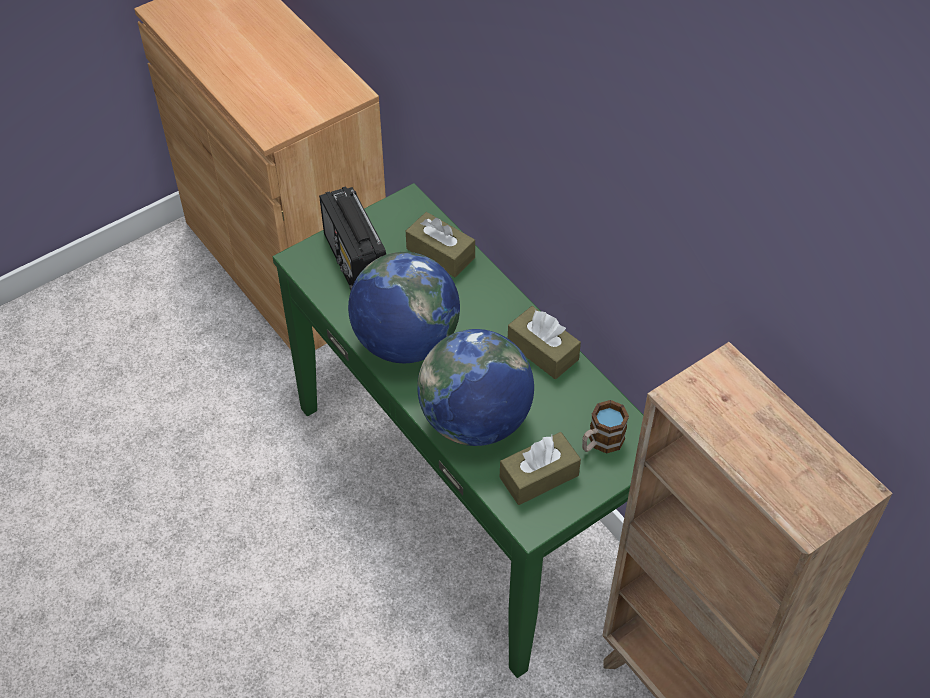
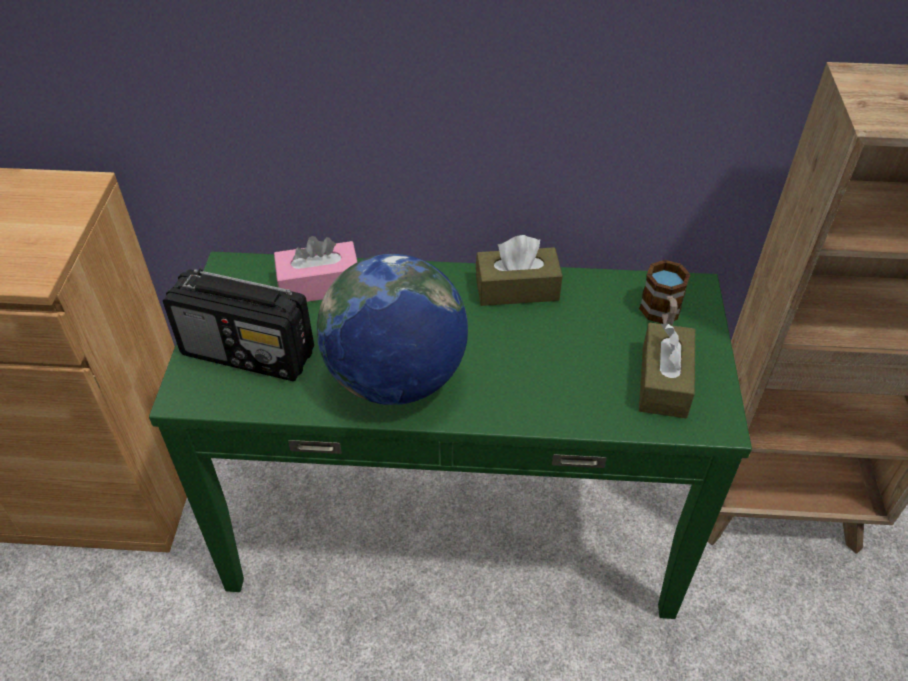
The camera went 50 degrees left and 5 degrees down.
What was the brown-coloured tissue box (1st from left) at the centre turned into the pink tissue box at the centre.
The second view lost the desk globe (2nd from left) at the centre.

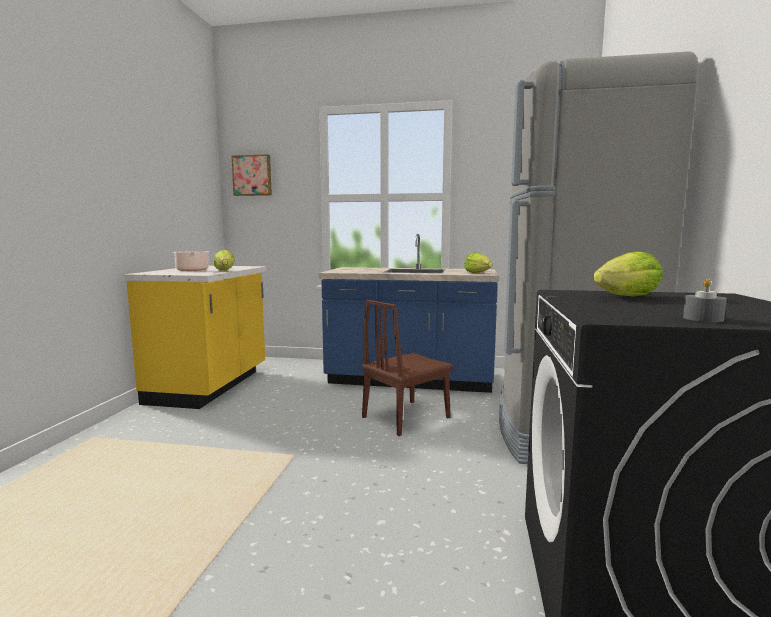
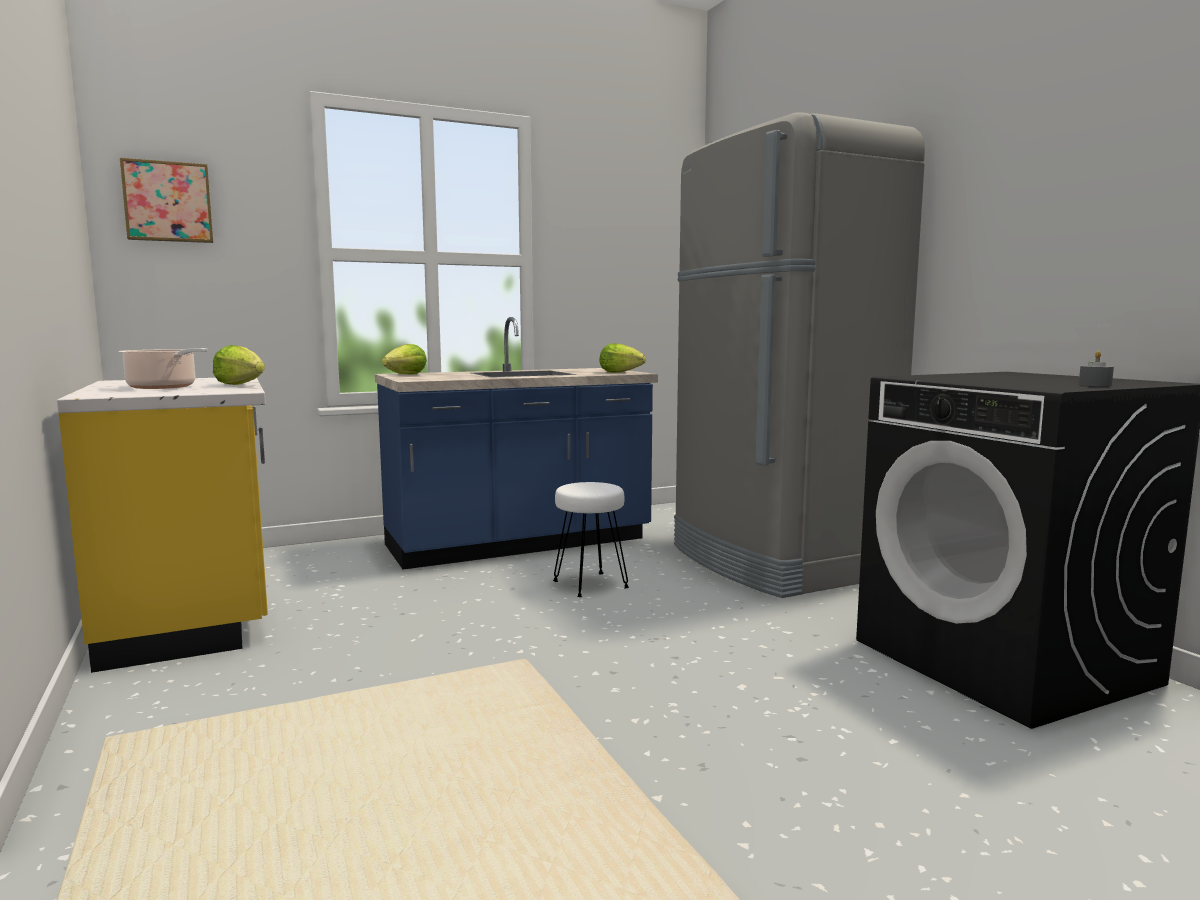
The camera went 35 degrees left and 0 degrees up.
The head of lettuce (3rd from left in the first image) ended up elsewhere, having gone from the middle right to the centre.
Where the brown-coloured plain chair stood at the centre, the whitish stool seat came to stand at the centre.

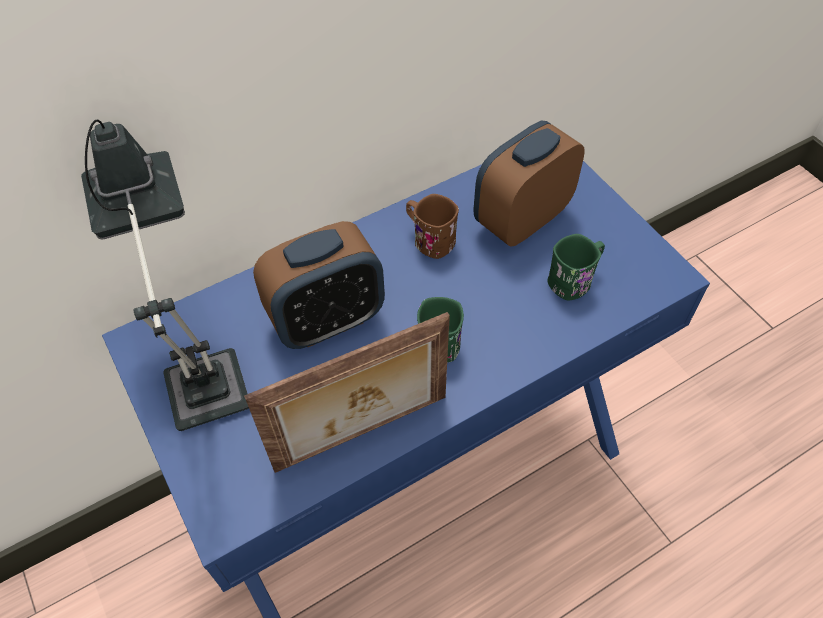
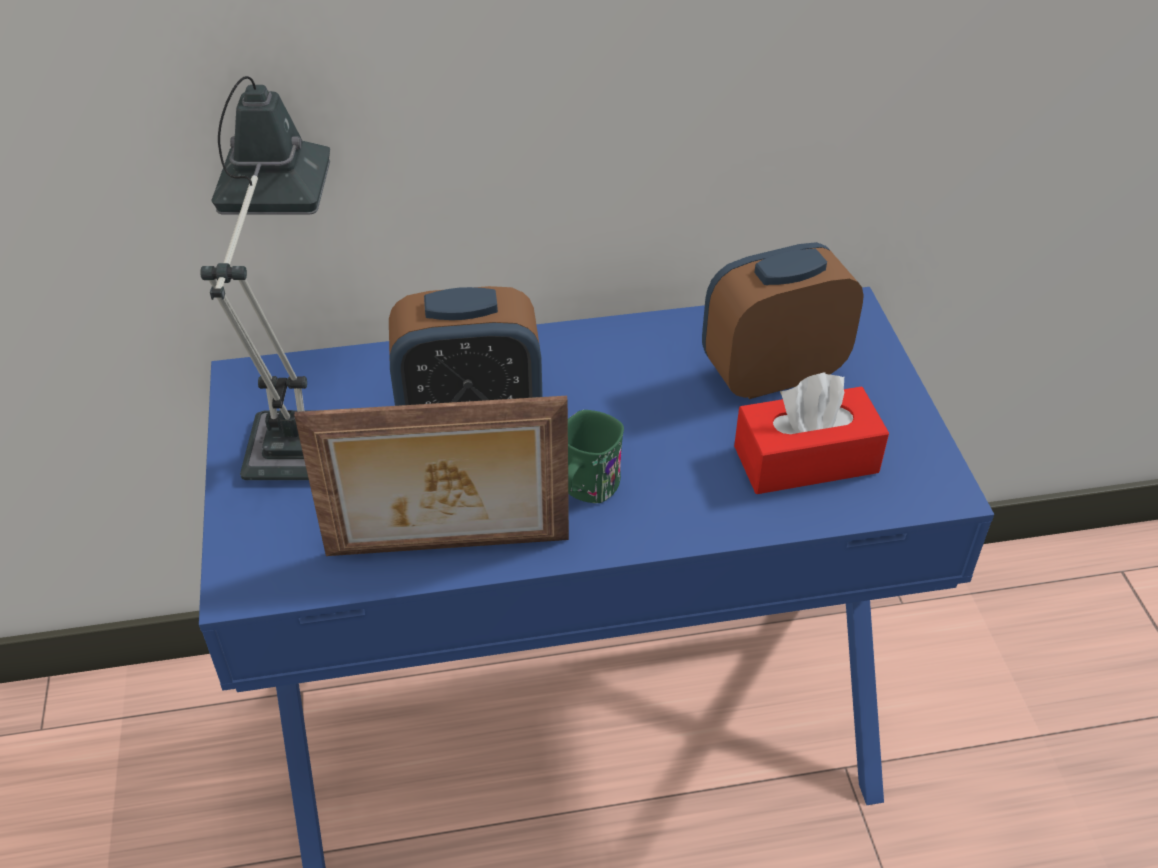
The camera went 20 degrees right and 10 degrees down.
The second view lost the brown-coloured coffee mug at the centre.
Where the green coffee mug (2nd from left) stood at the middle right, the reddish tissue box came to stand at the middle right.

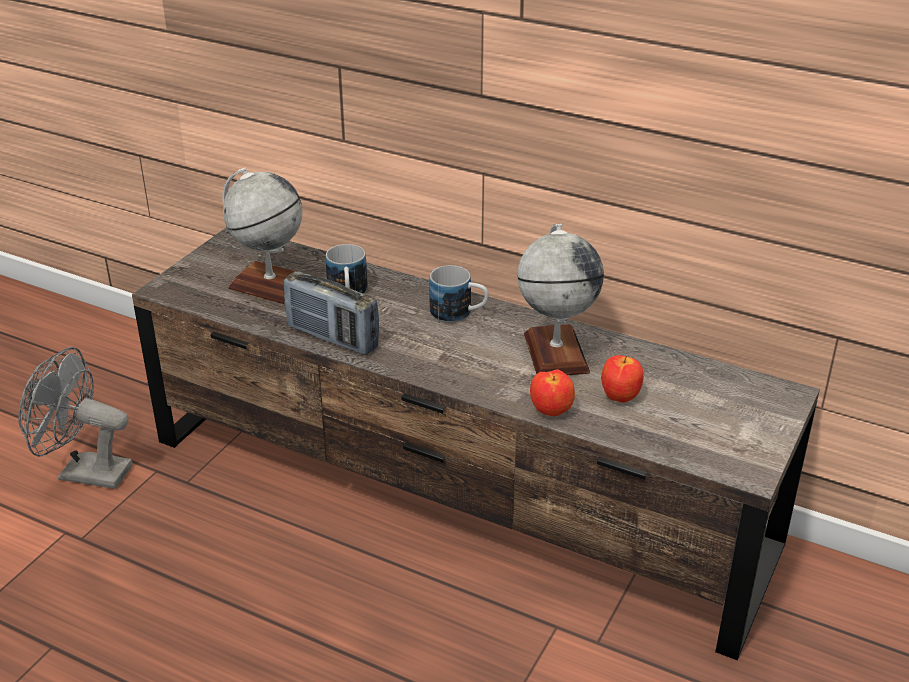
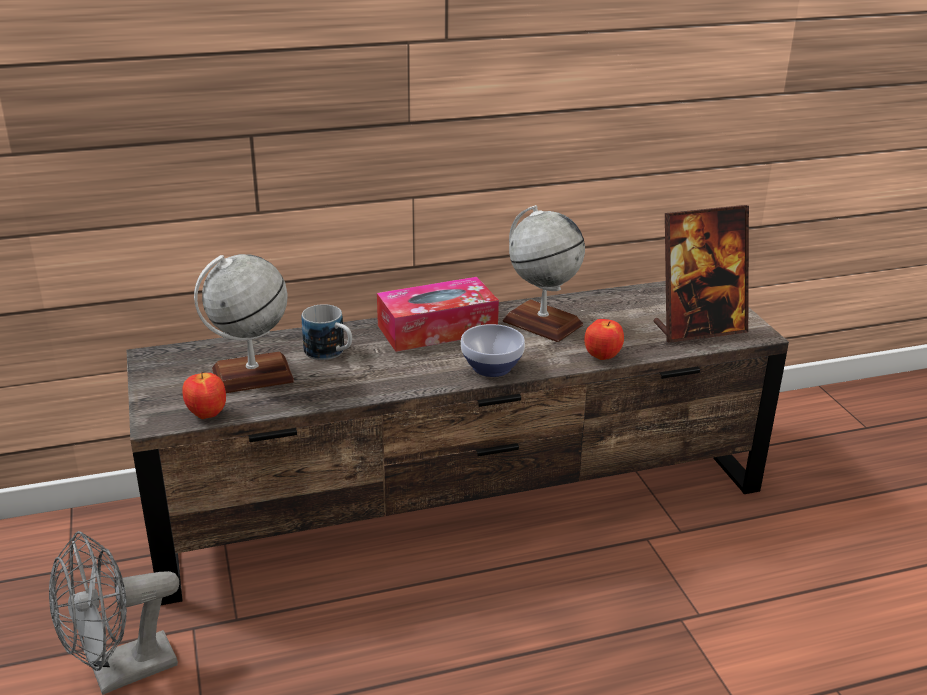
The camera went 45 degrees left and 5 degrees down.
Where the coffee mug (2nd from left) stood at the centre, the tissue box came to stand at the centre.
The second view lost the radio set at the centre.
The whole apple (2nd from left in the first image) ended up elsewhere, having gone from the middle right to the middle left.
The second view gained the photo frame at the middle right.
The second view gained the deep dish at the centre.

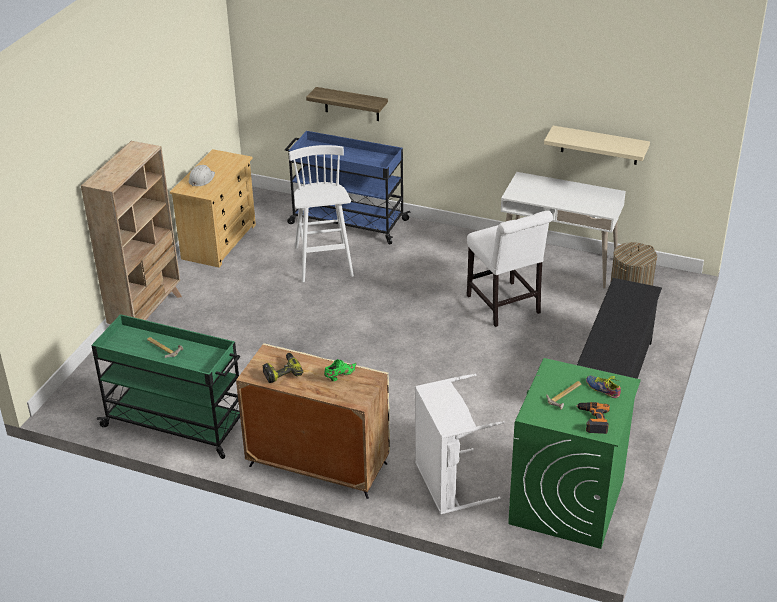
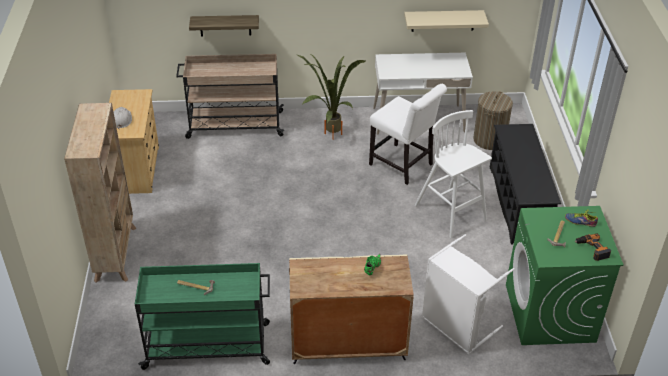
The camera went 25 degrees left and 5 degrees up.
What was the bluish trolley at the top centre turned into the beige trolley at the top centre.
The whitish stool seat ended up elsewhere, having gone from the centre to the middle right.
The second view lost the electric drill (1st from left) at the centre.
The second view gained the potted plant at the top centre.

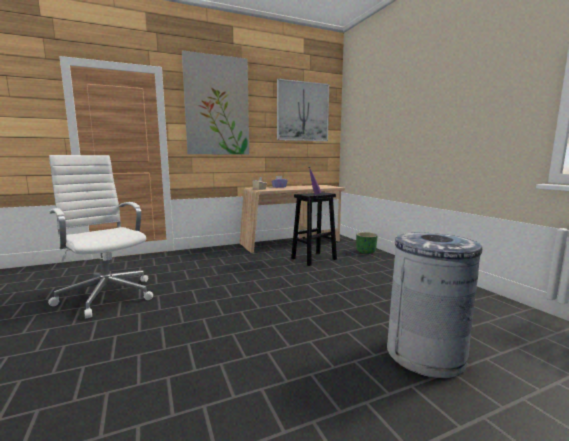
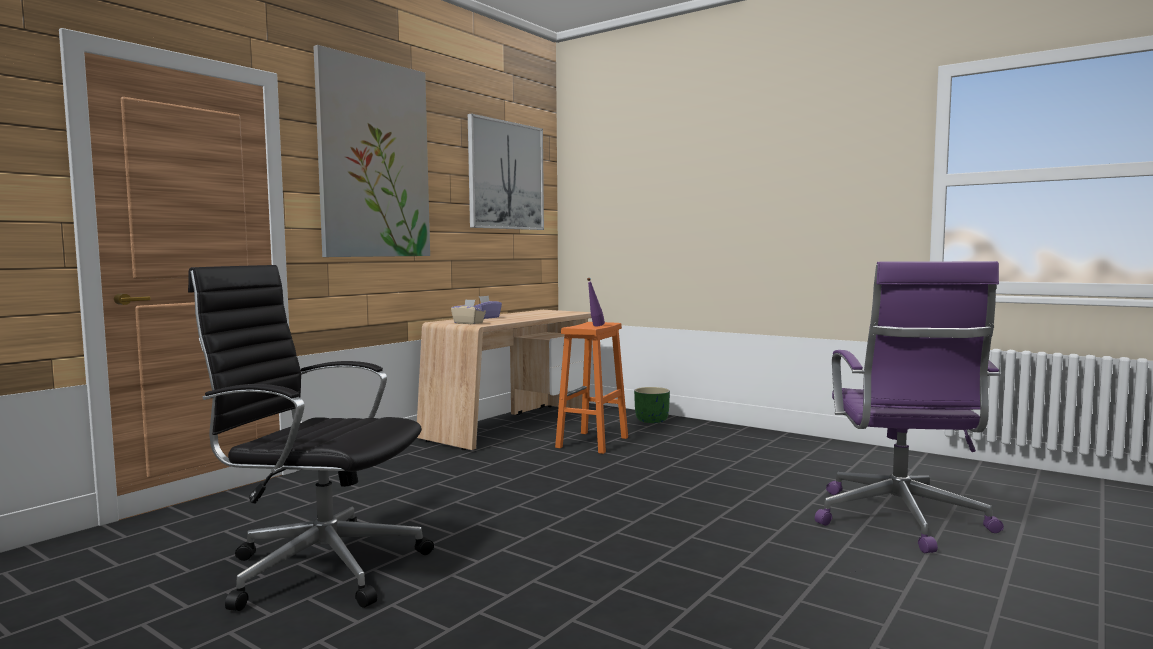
The camera went 30 degrees left and 5 degrees down.
What was the whitish computer chair at the middle left turned into the black-coloured computer chair at the bottom left.
What was the black-coloured stool seat at the centre turned into the orange stool seat at the centre.
Where the gray waste bin stood at the bottom right, the purple-coloured computer chair came to stand at the middle right.

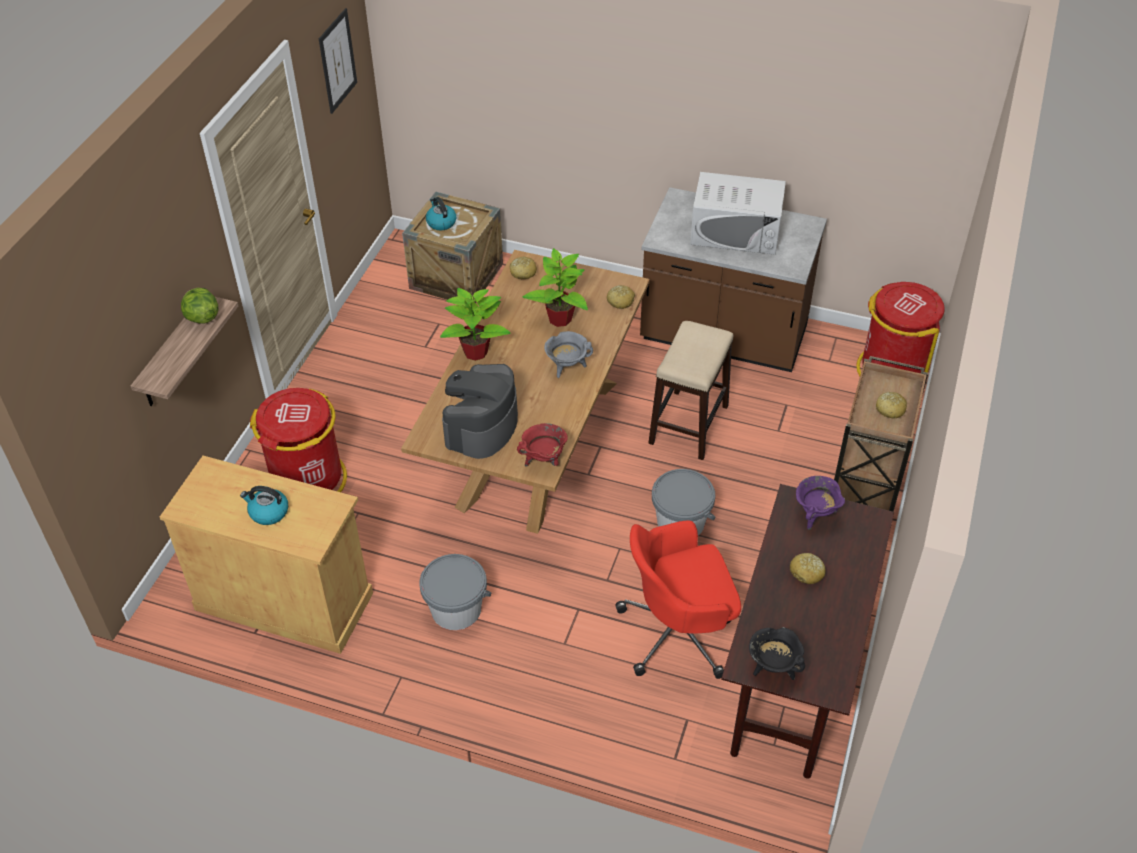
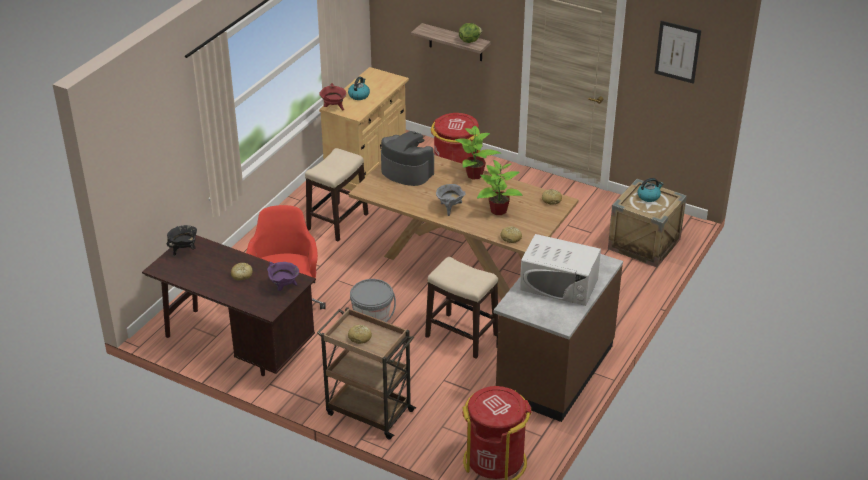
The camera went 100 degrees right and 10 degrees down.
The whitish microwave oven at the top centre ended up facing another way, 90 degrees counterclockwise from before.
The reddish stockpot ended up elsewhere, having gone from the centre to the top centre.
Where the gray bucket (1st from left) stood at the bottom centre, the stool seat (1st from left) came to stand at the centre.

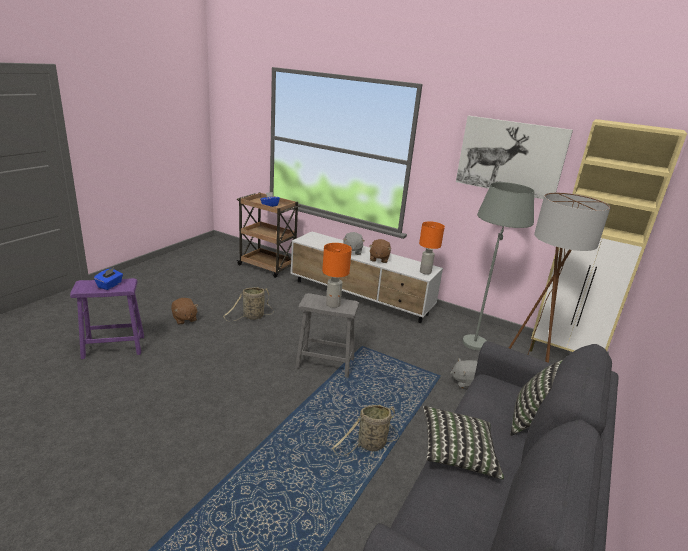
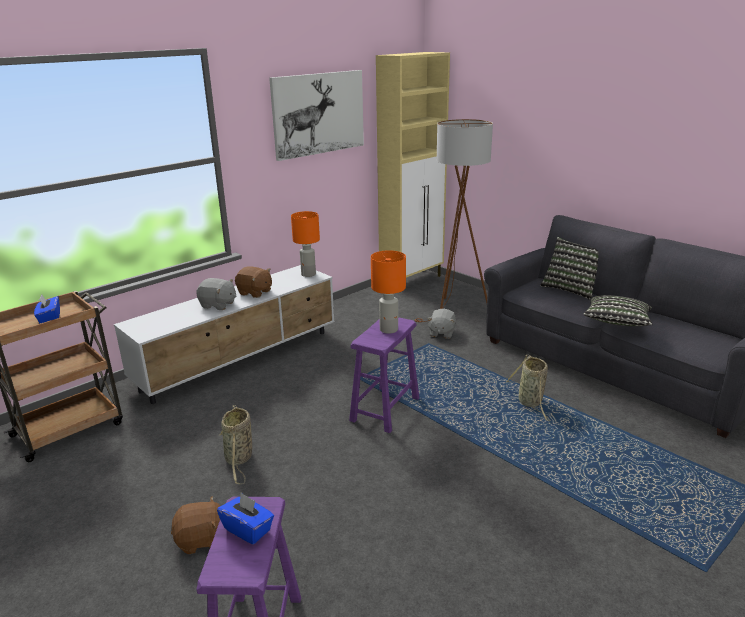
The camera went 70 degrees left and 0 degrees up.
The second view lost the gray standing lamp at the middle right.
What was the gray stool seat at the centre turned into the purple-coloured stool seat (2nd from left) at the centre.

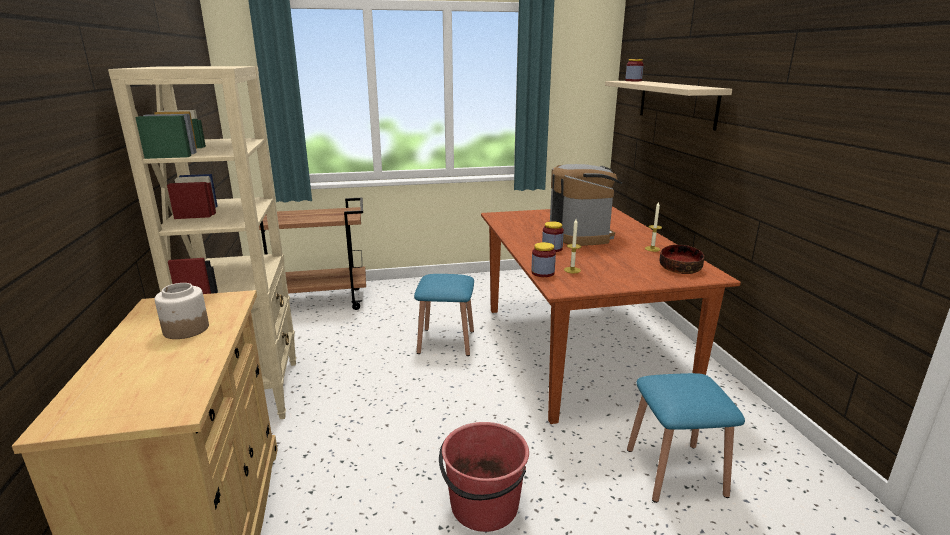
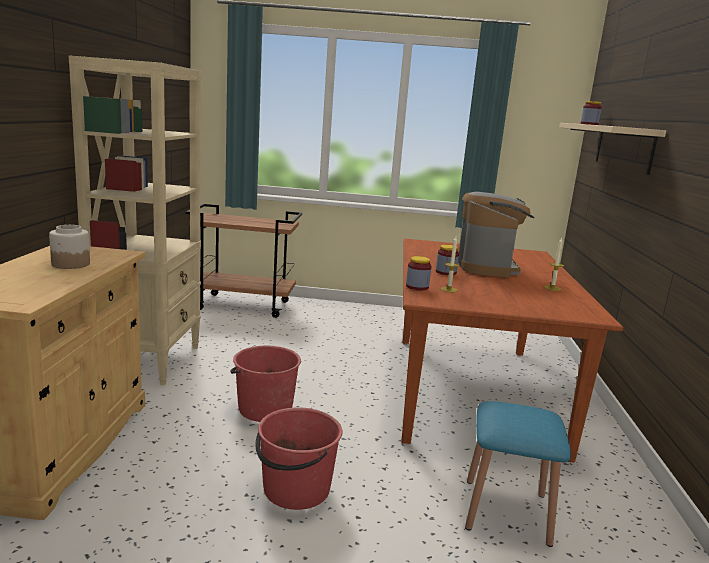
The camera went 15 degrees right and 5 degrees down.
The second view lost the deep dish at the middle right.
The second view lost the bluish stool seat (1st from left) at the centre.
The second view gained the reddish bucket (1st from left) at the bottom centre.

